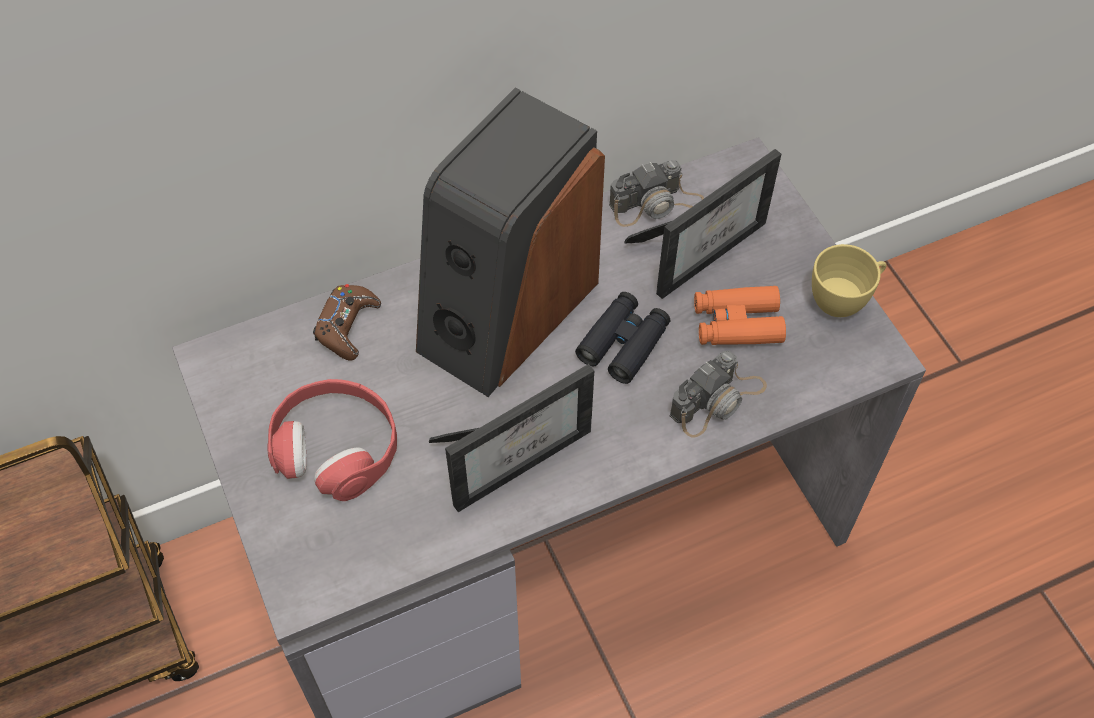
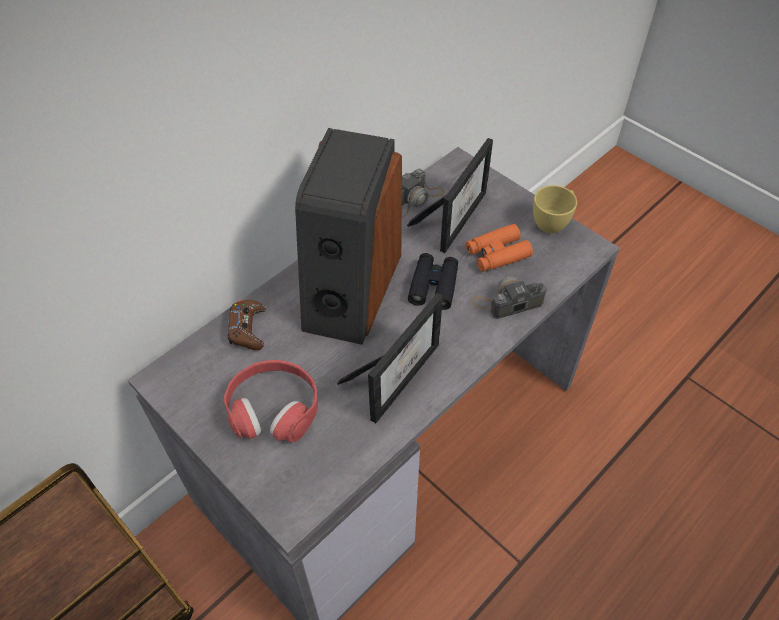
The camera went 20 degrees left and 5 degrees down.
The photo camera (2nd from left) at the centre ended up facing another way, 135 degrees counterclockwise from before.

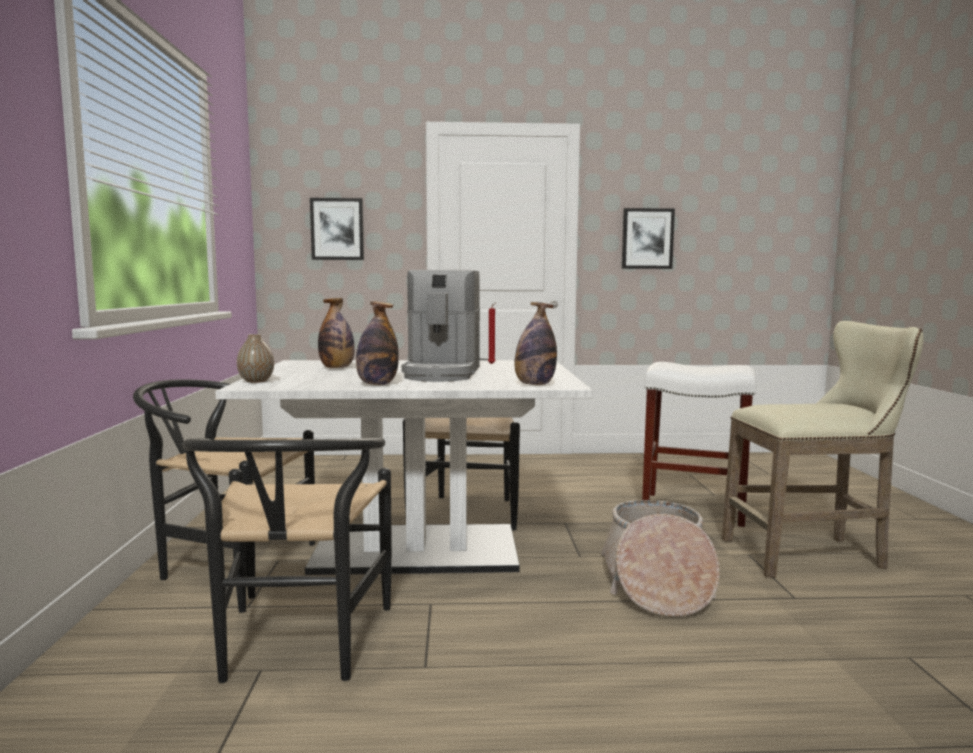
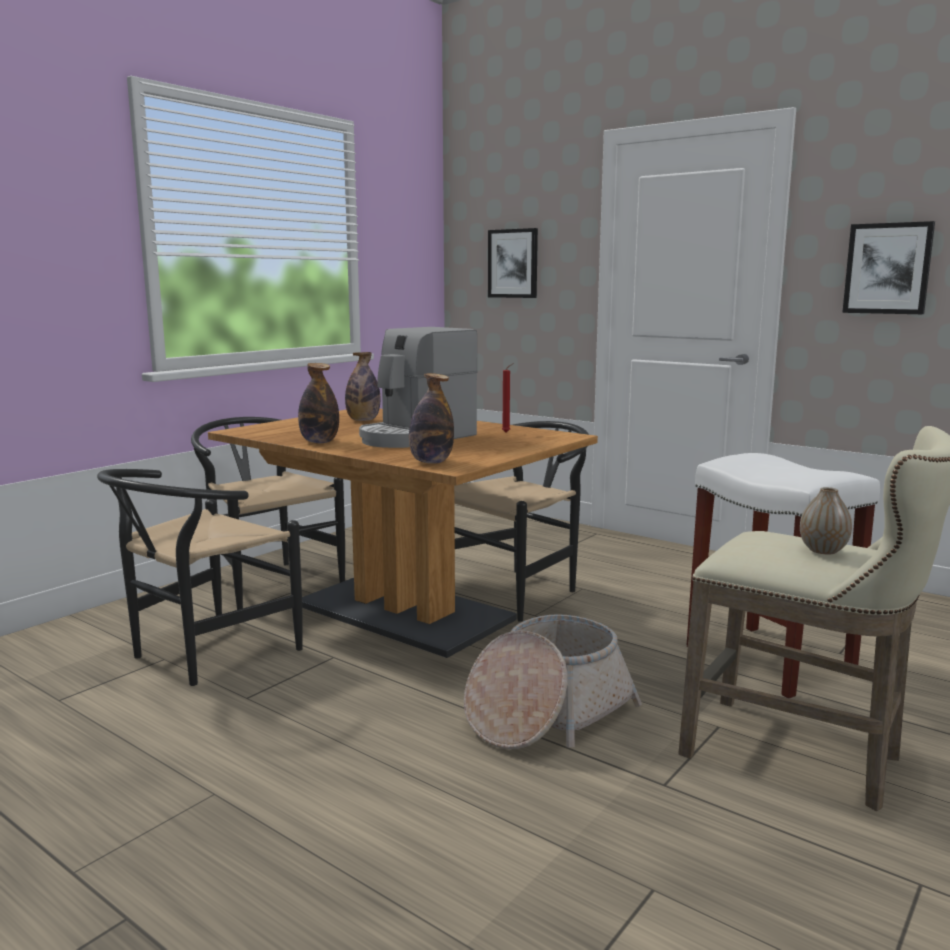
The camera went 40 degrees right and 5 degrees up.
The flower vase ended up elsewhere, having gone from the middle left to the middle right.
What was the whitish dinner table at the centre turned into the brown-coloured dinner table at the centre.

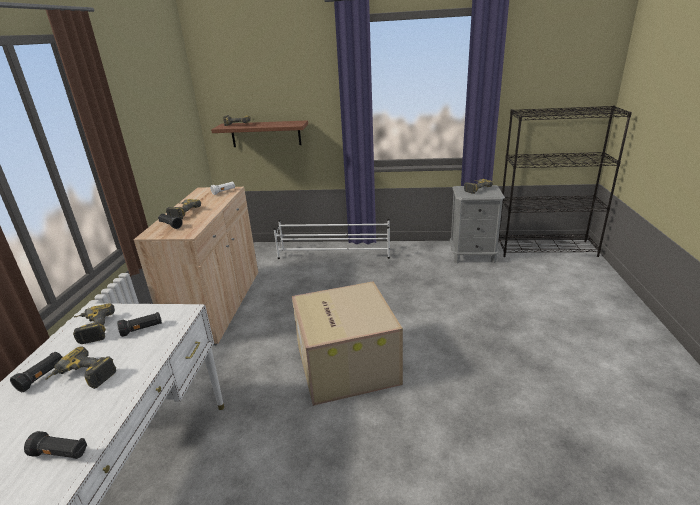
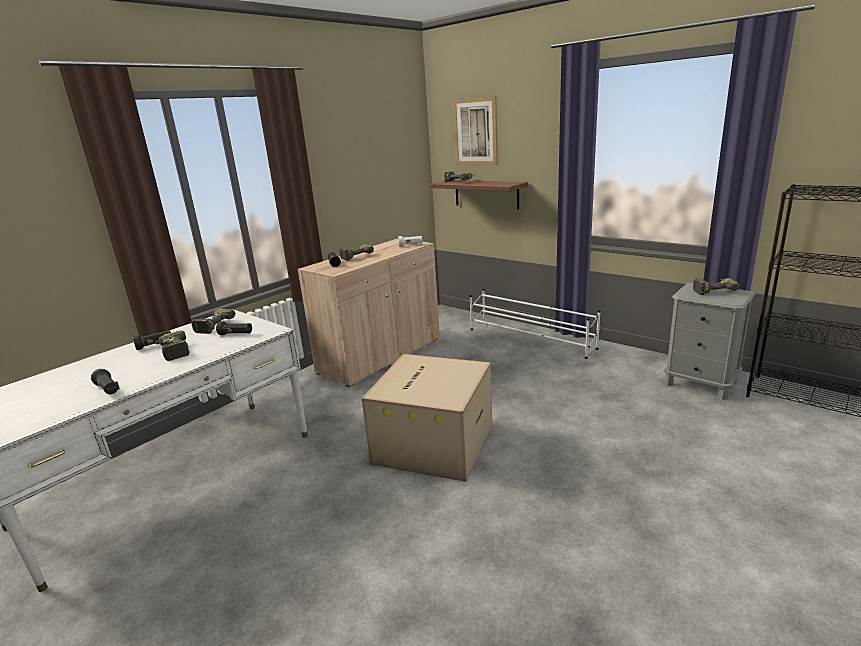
The camera went 35 degrees right and 5 degrees down.
The second view gained the picture at the top centre.

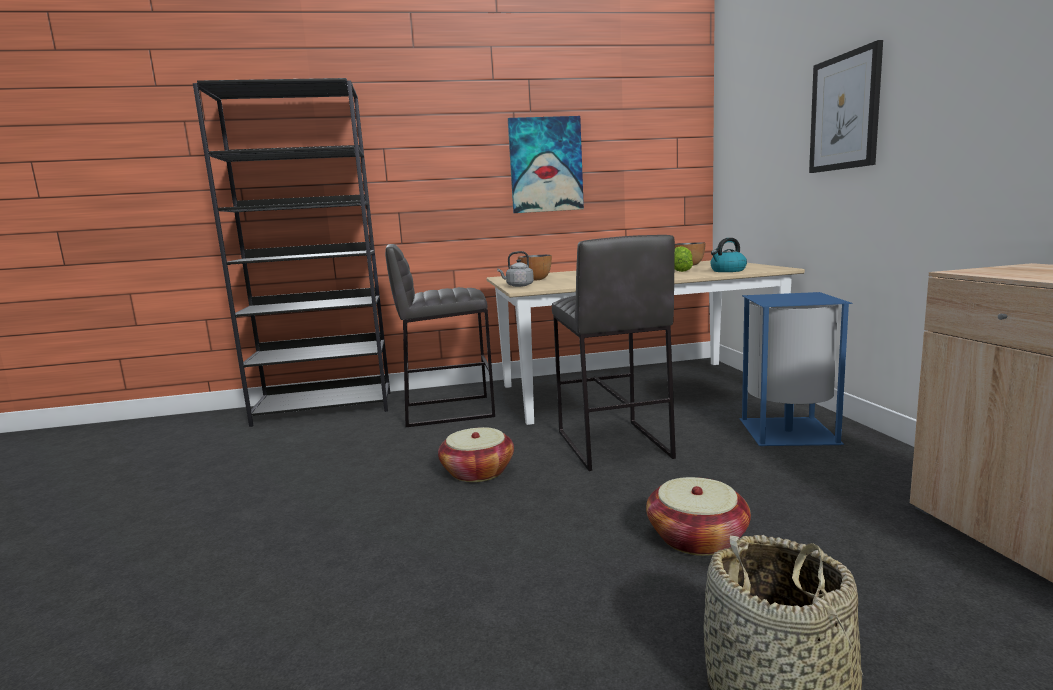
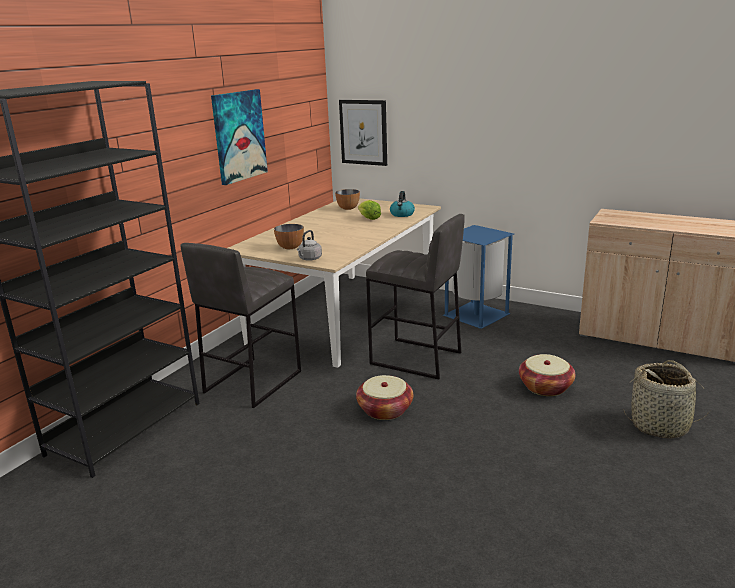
The camera went 50 degrees left and 10 degrees up.
The picture (2nd from left) ended up elsewhere, having gone from the top right to the top centre.

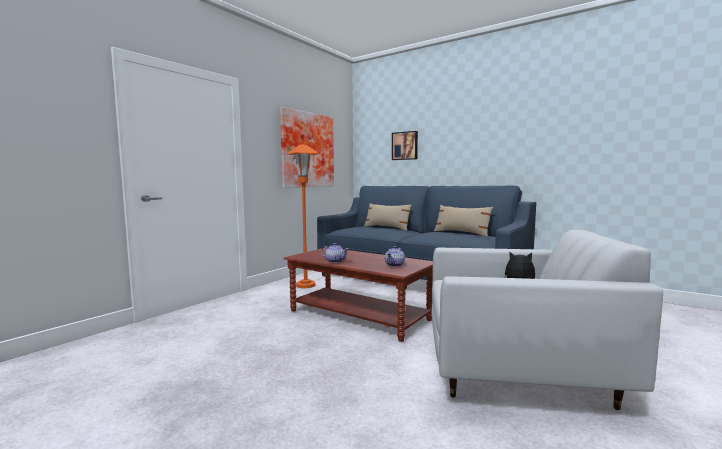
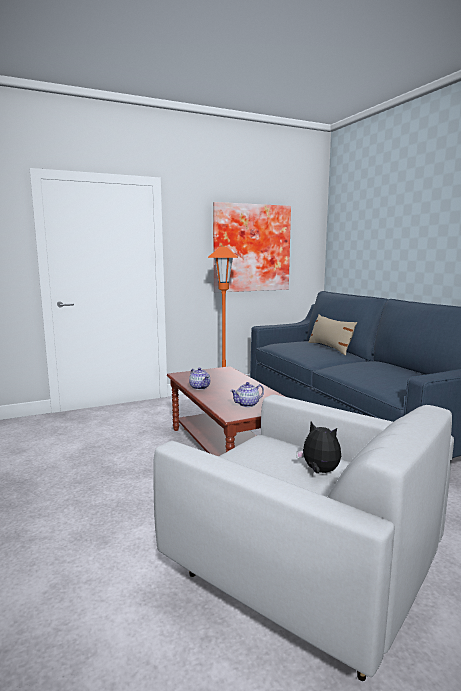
The camera went 30 degrees right and 5 degrees up.
The second view lost the picture (2nd from left) at the top centre.
The second view lost the beige throw pillow (2nd from left) at the centre.

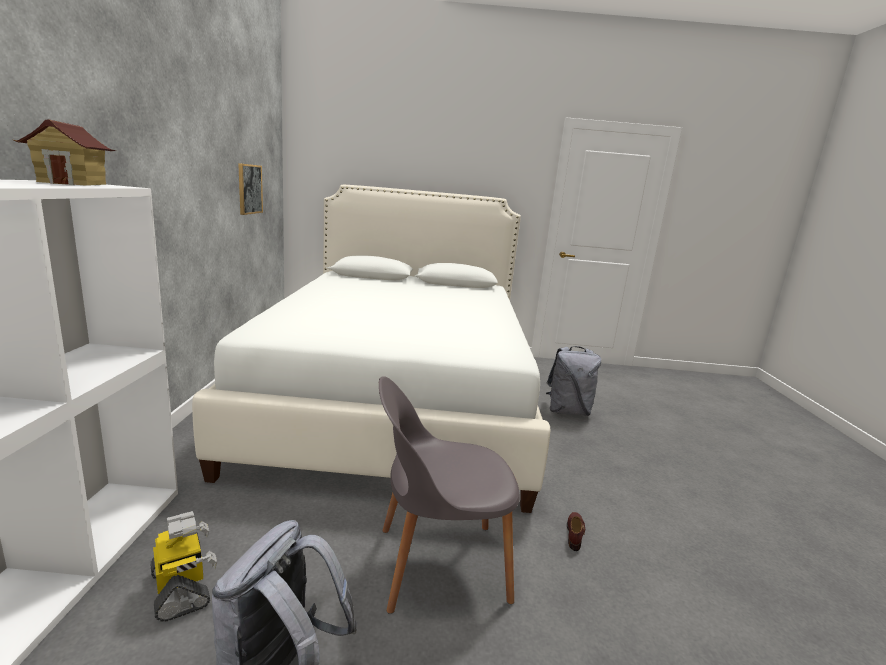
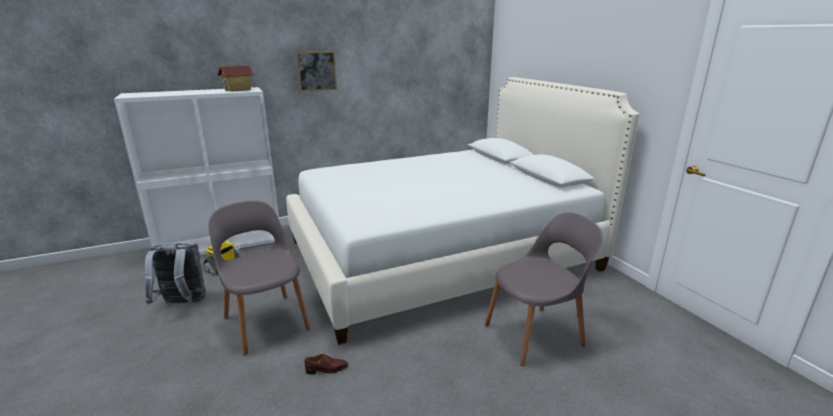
The camera went 65 degrees right and 5 degrees up.
The picture ended up elsewhere, having gone from the top left to the top centre.
Where the gray knapsack (2nd from left) stood at the centre, the gray plain chair (2nd from left) came to stand at the bottom centre.

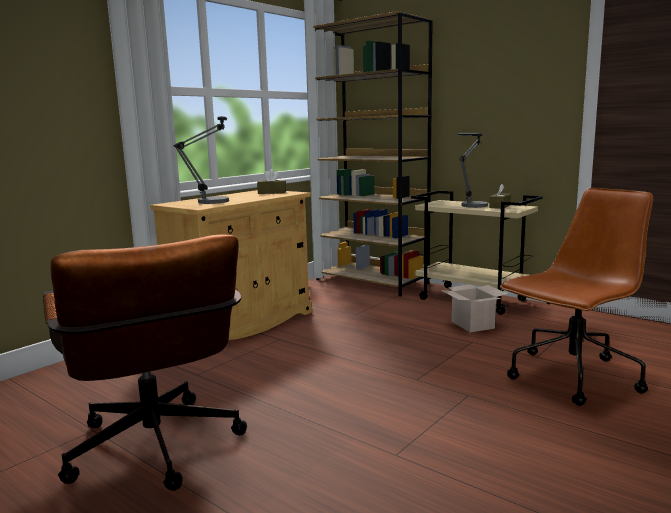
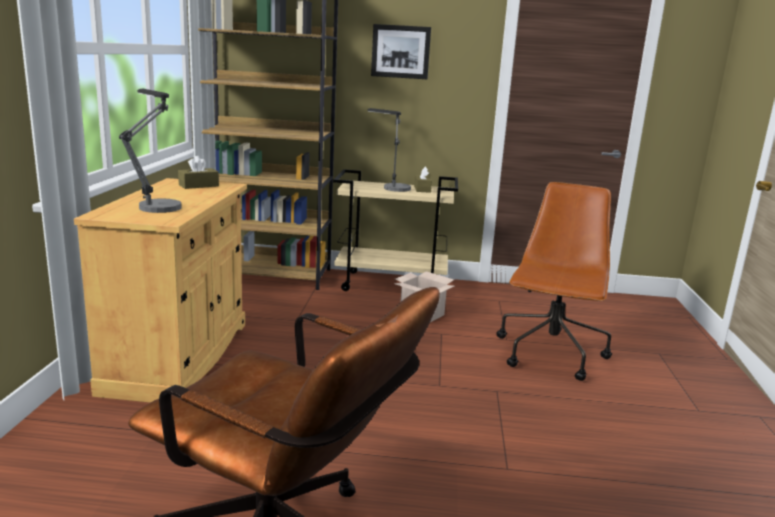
The camera went 35 degrees left and 5 degrees up.
The second view gained the picture at the top centre.

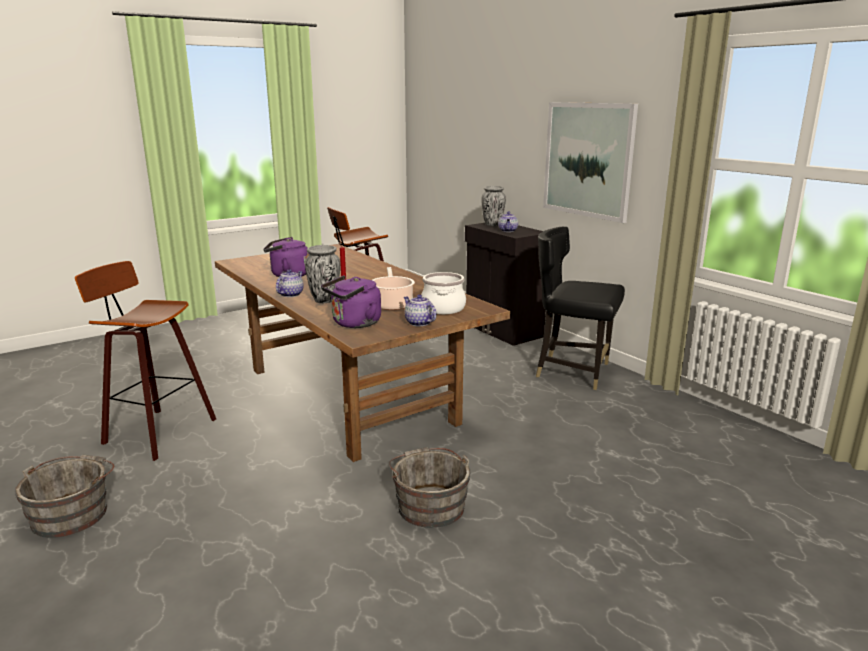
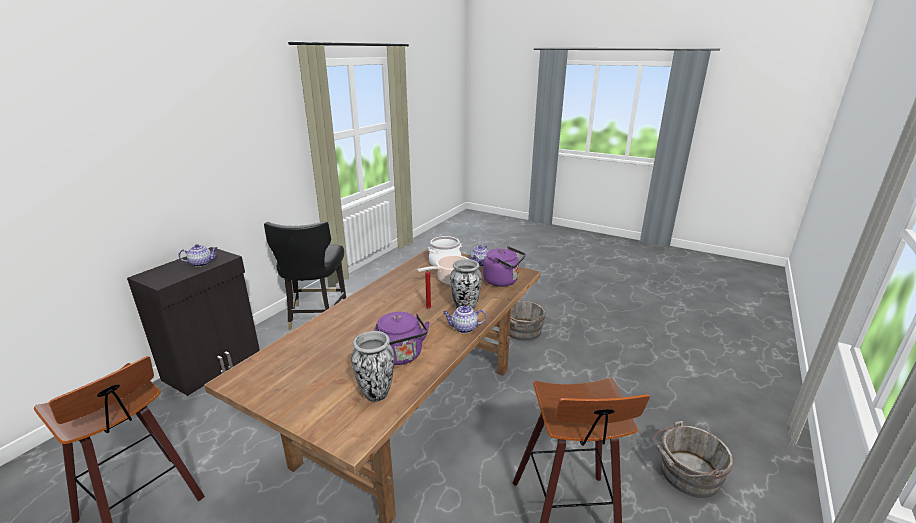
The camera went 115 degrees left and 5 degrees up.
The second view lost the picture at the top right.
The flower vase (2nd from left in the first image) ended up elsewhere, having gone from the top centre to the bottom centre.

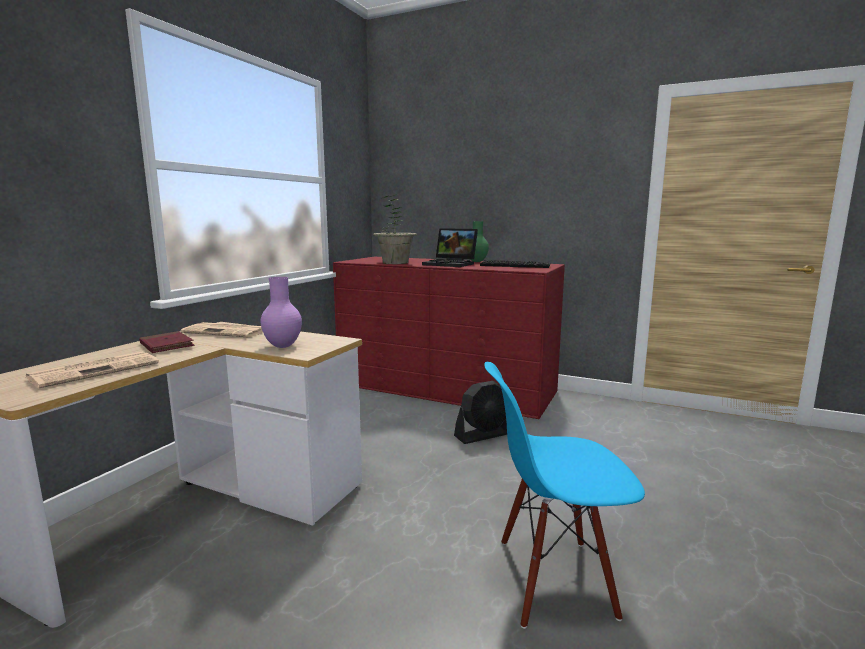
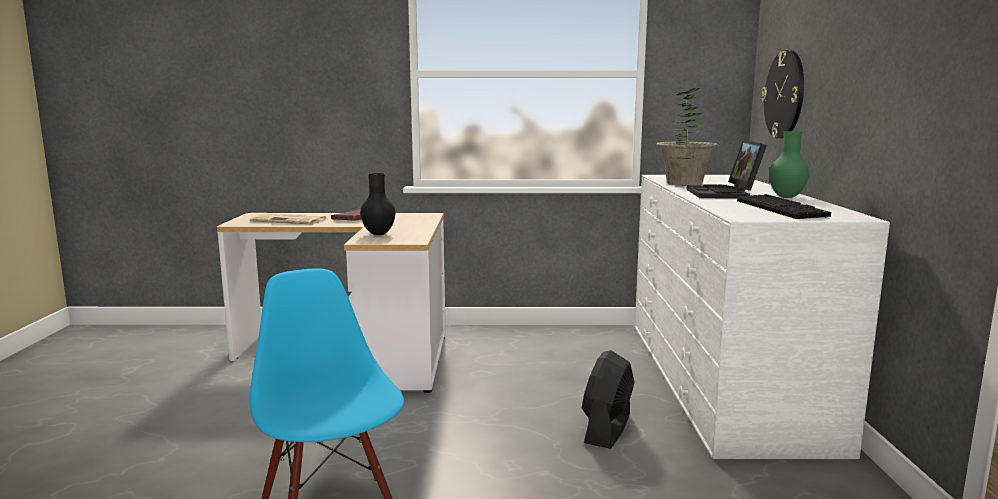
The camera went 65 degrees right and 0 degrees up.
What was the reddish dresser at the centre turned into the whitish dresser at the middle right.
What was the purple-coloured flower vase at the middle left turned into the black-coloured flower vase at the centre.
The second view lost the daily paper (2nd from left) at the middle left.
The black-coloured cooling fan at the centre ended up facing another way, 75 degrees clockwise from before.
The second view gained the clock on the wall at the top right.

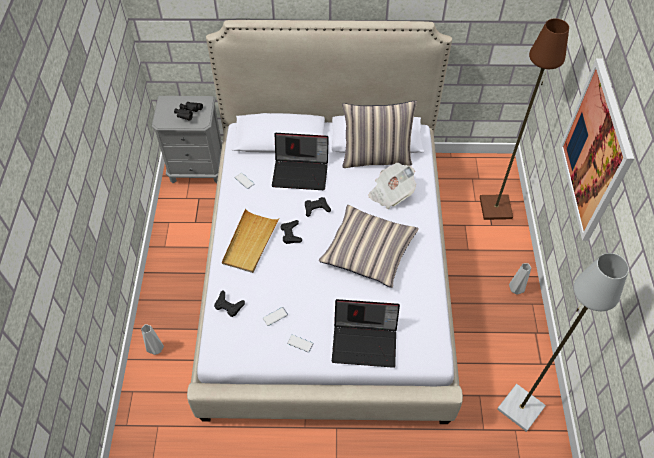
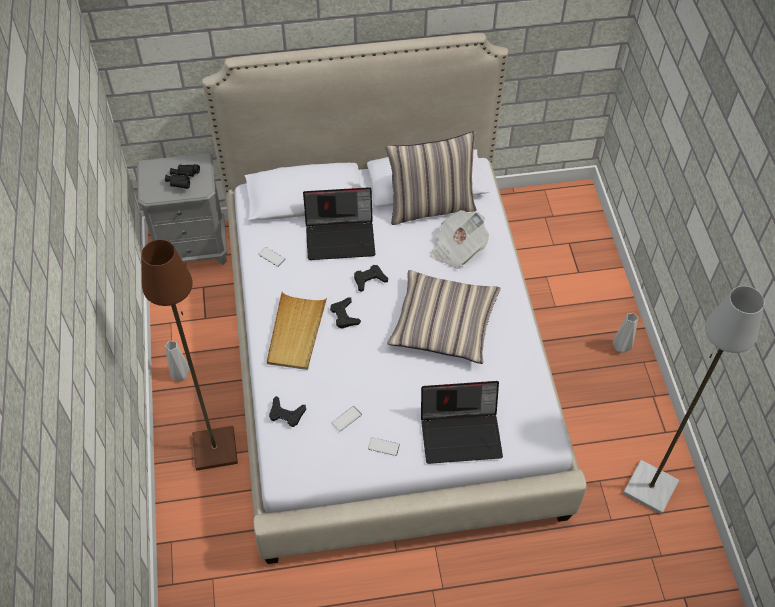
The camera went 10 degrees left and 0 degrees up.
The brown-coloured standing lamp ended up elsewhere, having gone from the top right to the middle left.
The second view lost the picture at the top right.
The gray flower vase (1st from left) ended up elsewhere, having gone from the bottom left to the middle left.

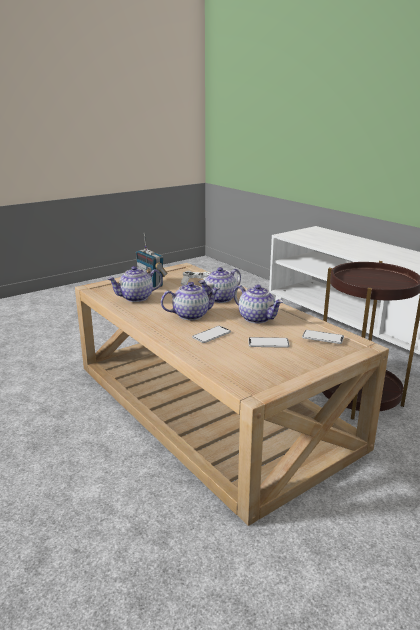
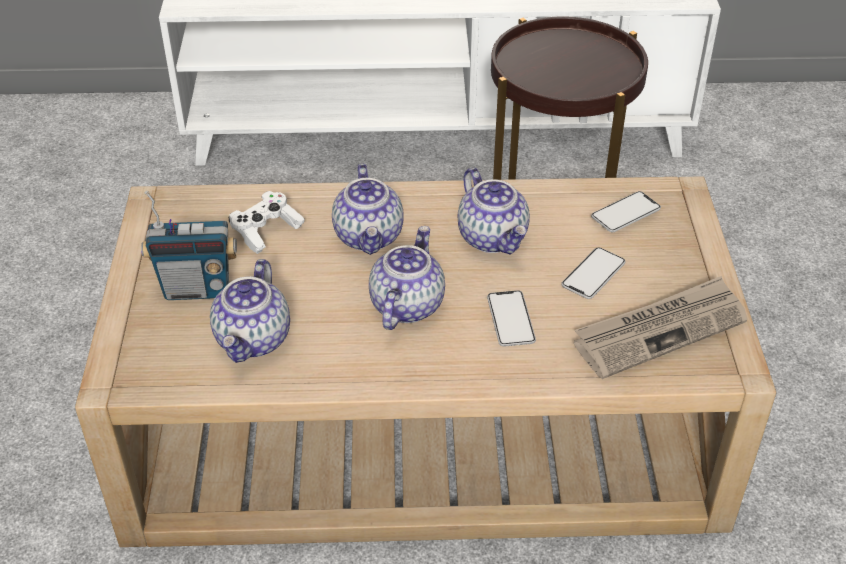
The camera went 55 degrees left and 20 degrees up.
The teapot (4th from left) at the centre ended up facing another way, 75 degrees clockwise from before.
The second view gained the daily paper at the middle right.

